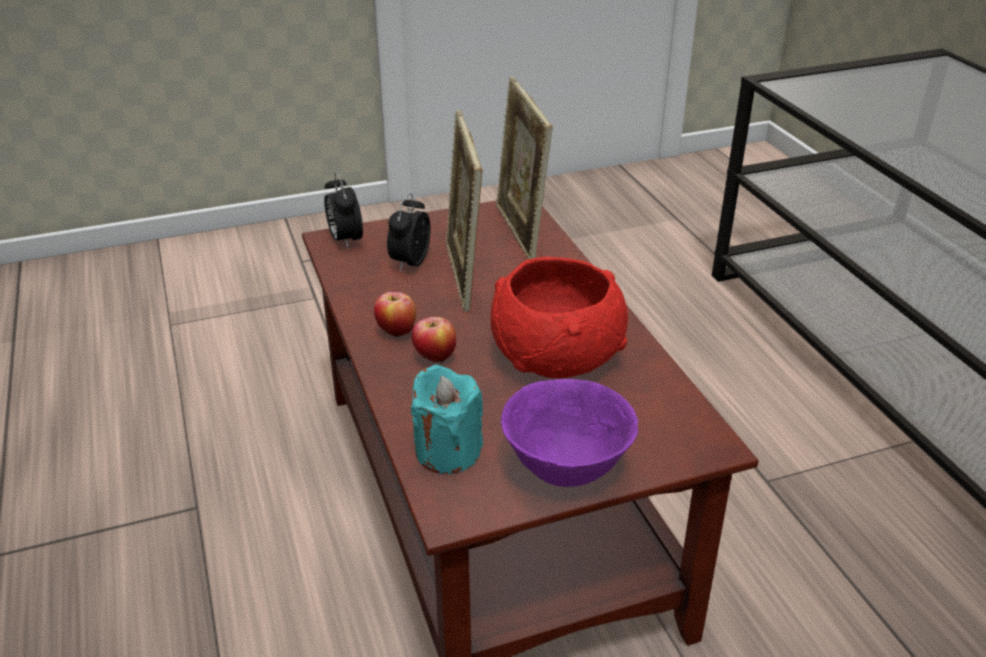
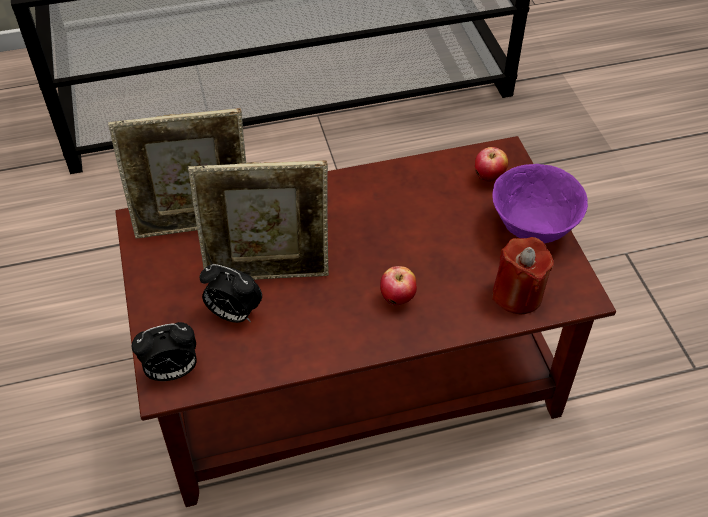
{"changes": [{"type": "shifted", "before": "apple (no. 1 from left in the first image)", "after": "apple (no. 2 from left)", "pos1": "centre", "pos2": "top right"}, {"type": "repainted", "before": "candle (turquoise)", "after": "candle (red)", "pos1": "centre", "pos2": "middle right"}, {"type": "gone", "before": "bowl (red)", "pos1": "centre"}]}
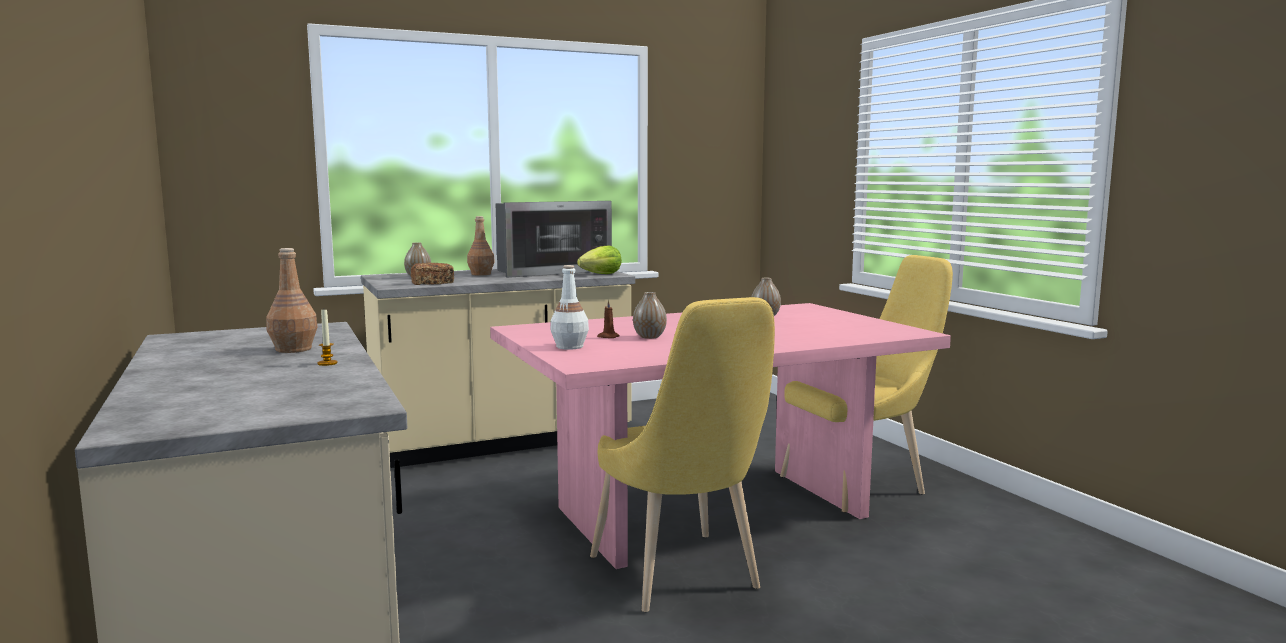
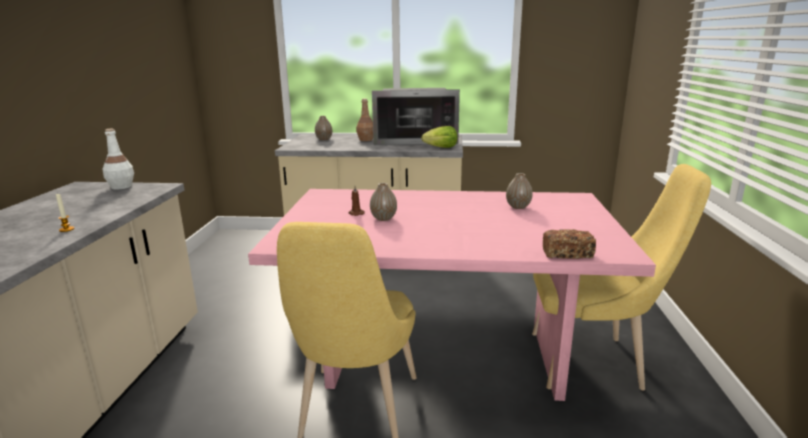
{"changes": [{"type": "gone", "before": "bottle (brown) (no. 1 from left)", "pos1": "middle left"}, {"type": "shifted", "before": "bread", "pos1": "centre", "pos2": "middle right"}, {"type": "shifted", "before": "bottle (white)", "pos1": "centre", "pos2": "middle left"}]}
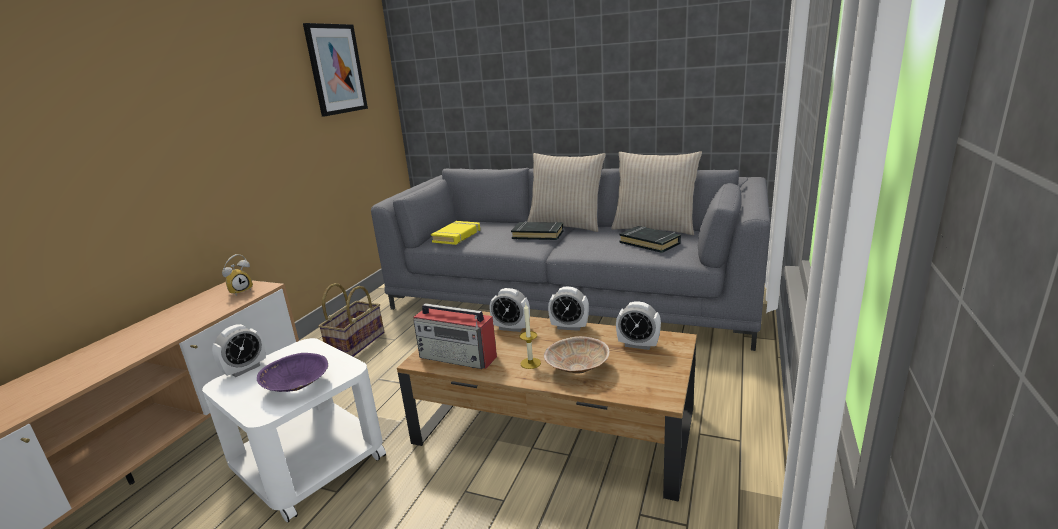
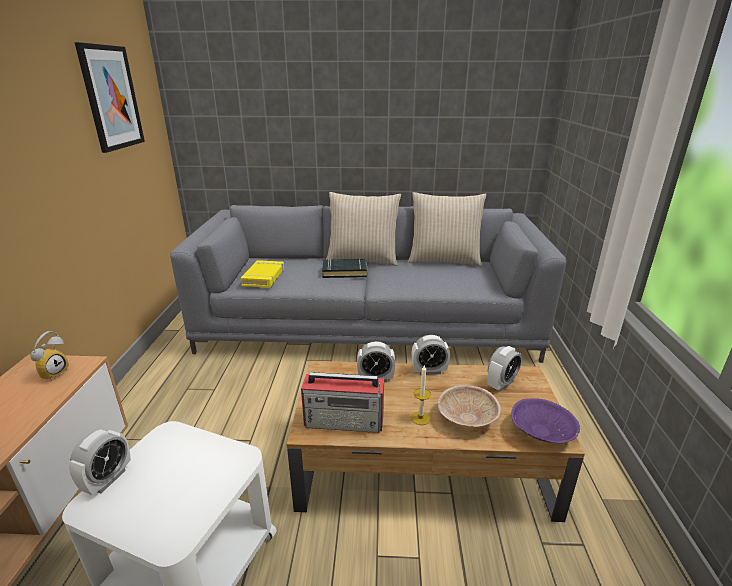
{"changes": [{"type": "shifted", "before": "bowl (purple)", "pos1": "bottom left", "pos2": "bottom right"}, {"type": "gone", "before": "basket", "pos1": "middle left"}, {"type": "rotated", "before": "alarm clock (no. 5 from left)", "pos1": "centre", "pos2": "middle right", "turn": -45}, {"type": "gone", "before": "book (black) (no. 2 from left)", "pos1": "centre"}]}
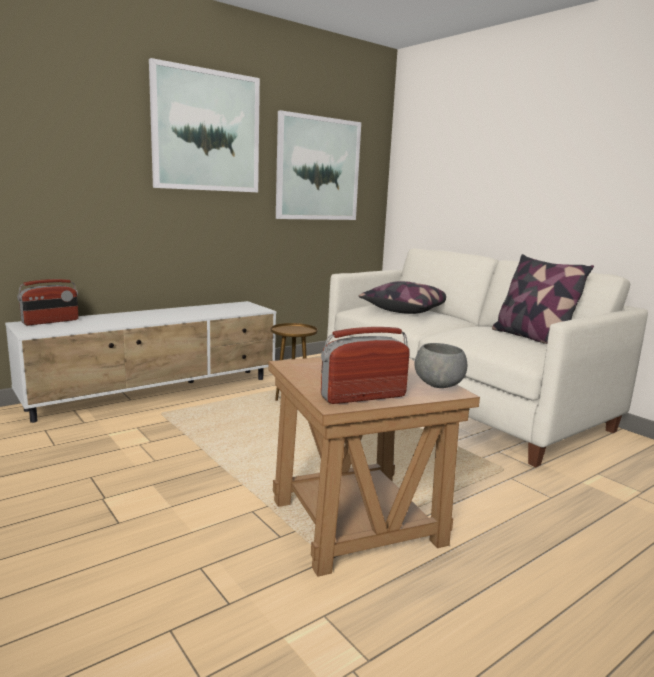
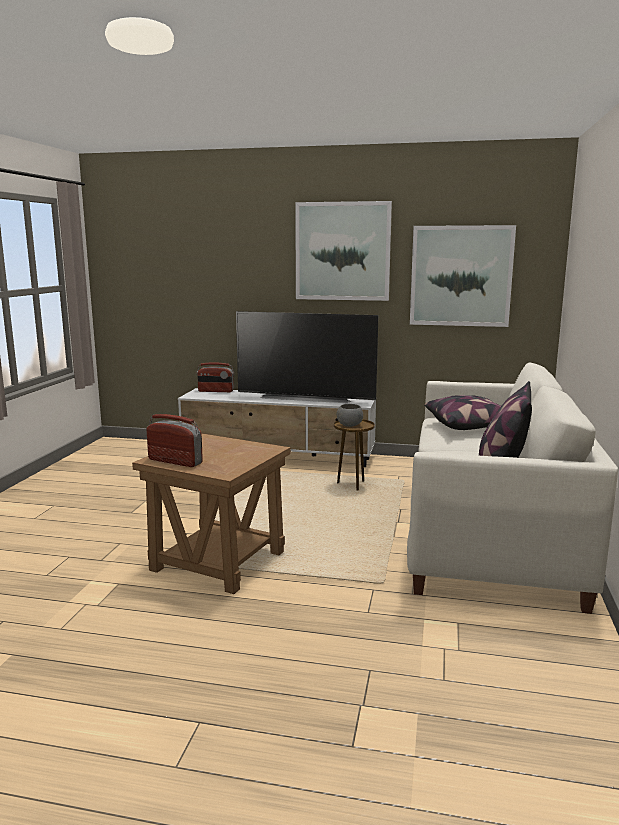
{"changes": [{"type": "shifted", "before": "bowl (grey)", "pos1": "middle right", "pos2": "centre"}, {"type": "new", "after": "television", "pos2": "centre"}]}
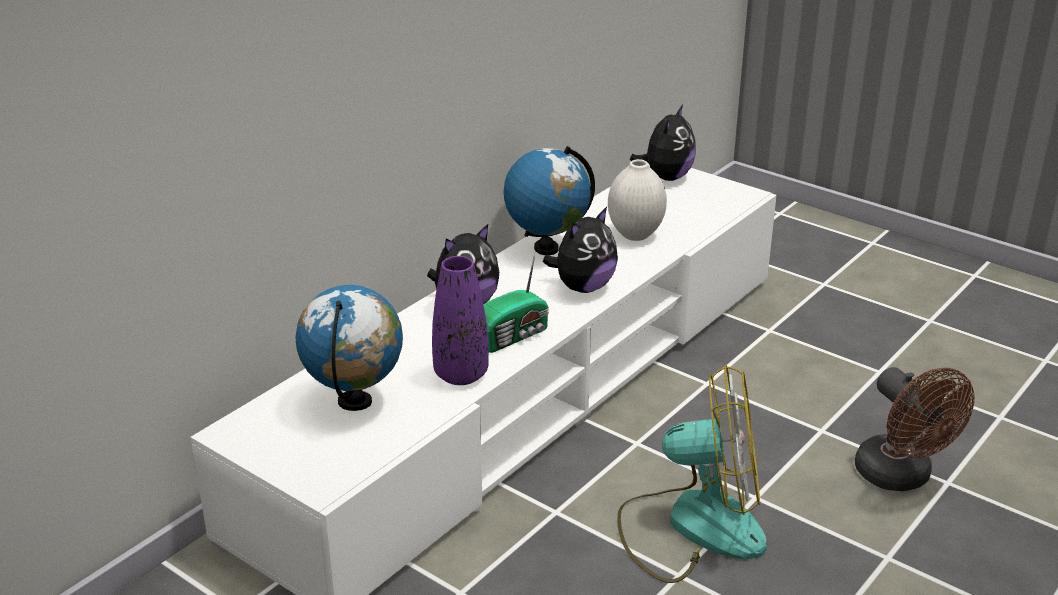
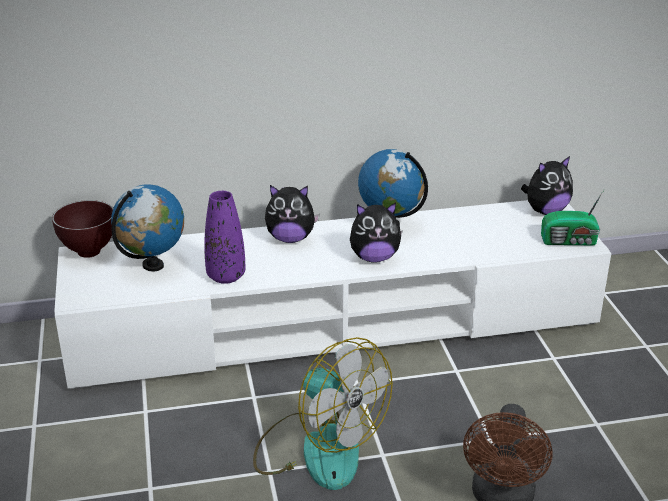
{"changes": [{"type": "shifted", "before": "radio", "pos1": "centre", "pos2": "middle right"}, {"type": "gone", "before": "vase (white)", "pos1": "centre"}, {"type": "new", "after": "bowl (brown)", "pos2": "middle left"}]}
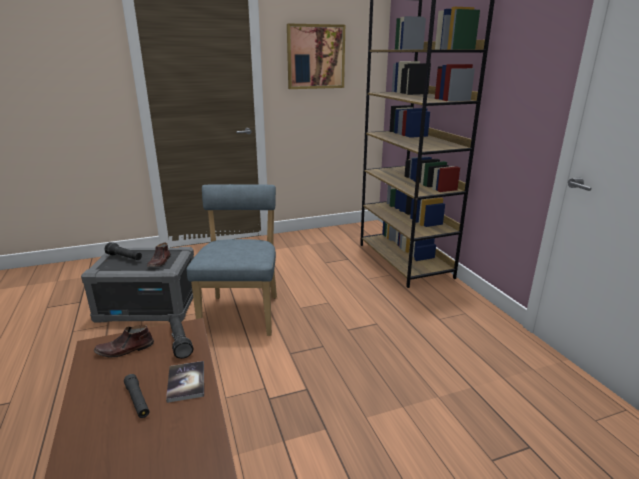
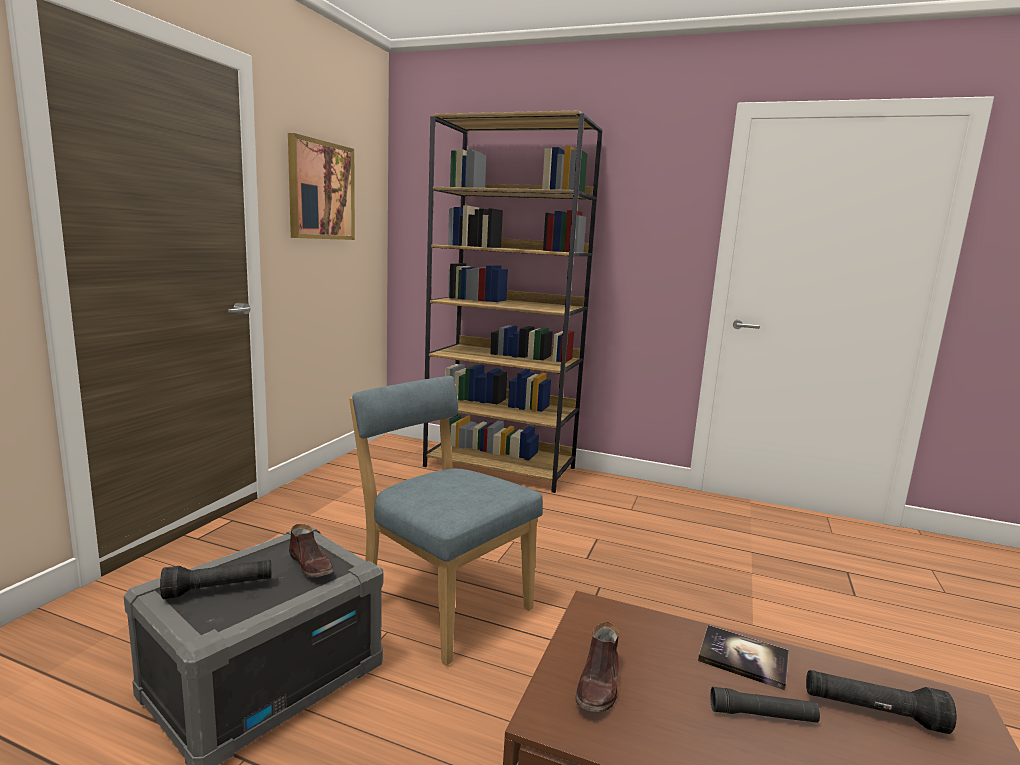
{"changes": [{"type": "shifted", "before": "flashlight (black) (no. 3 from left)", "pos1": "bottom left", "pos2": "bottom right"}]}
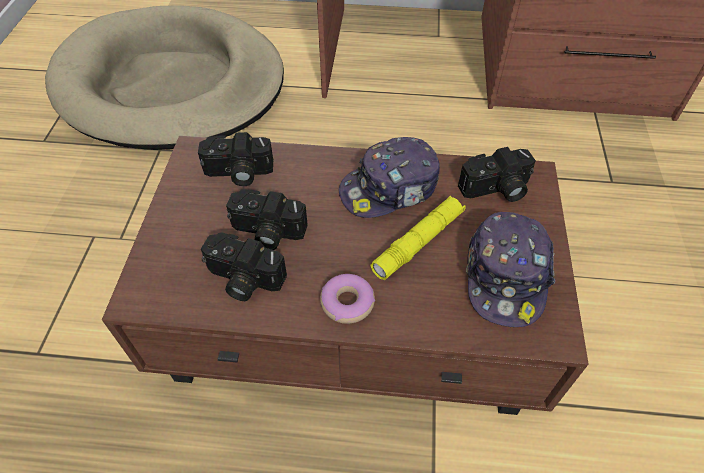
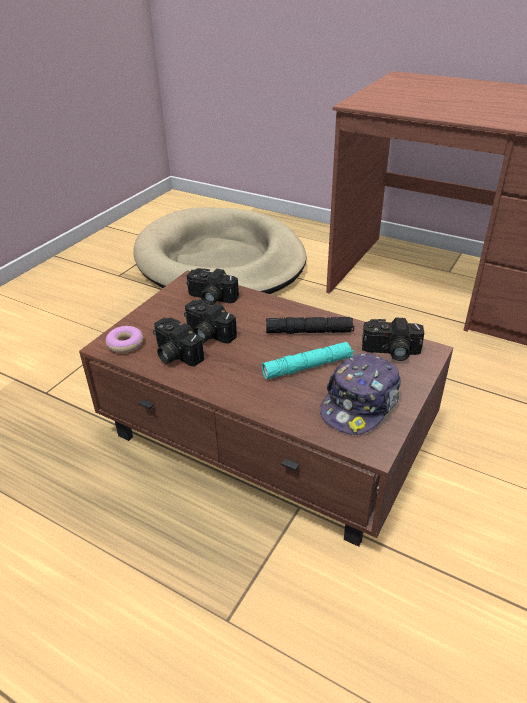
{"changes": [{"type": "shifted", "before": "donut", "pos1": "centre", "pos2": "middle left"}, {"type": "swapped", "before": "cap (no. 1 from left)", "after": "flashlight (black)", "pos1": "centre", "pos2": "centre"}, {"type": "repainted", "before": "flashlight (yellow)", "after": "flashlight (turquoise)", "pos1": "centre", "pos2": "centre"}]}
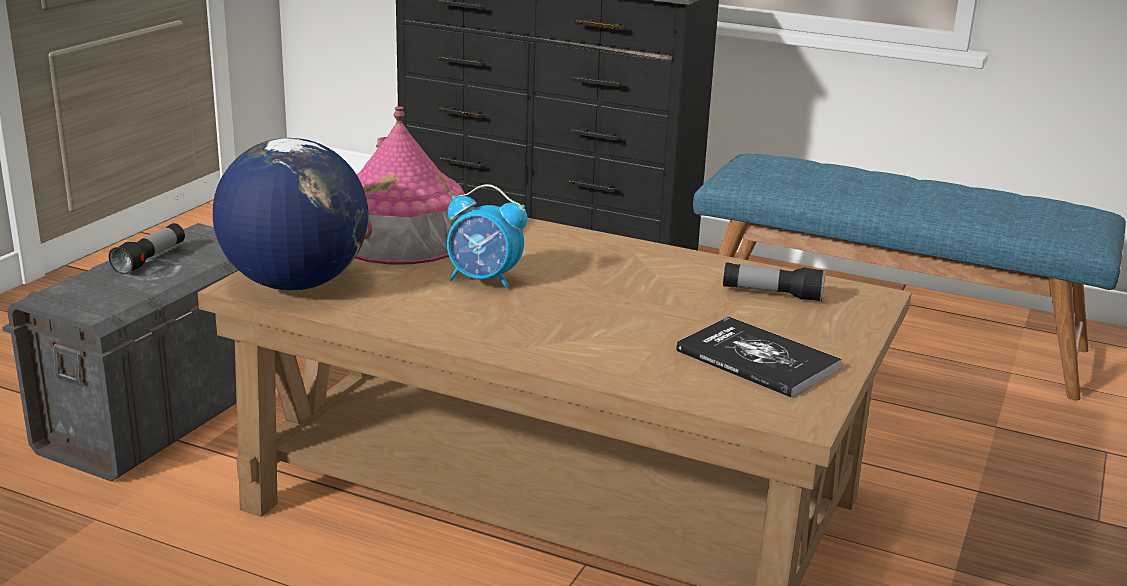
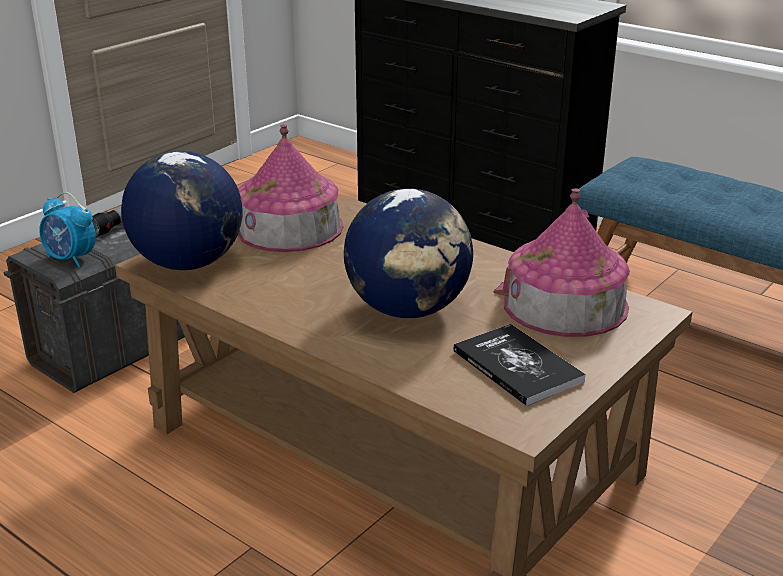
{"changes": [{"type": "shifted", "before": "alarm clock", "pos1": "centre", "pos2": "middle left"}, {"type": "swapped", "before": "flashlight (no. 2 from left)", "after": "toy house (no. 2 from left)", "pos1": "middle right", "pos2": "middle right"}, {"type": "new", "after": "globe (no. 2 from left)", "pos2": "centre"}]}
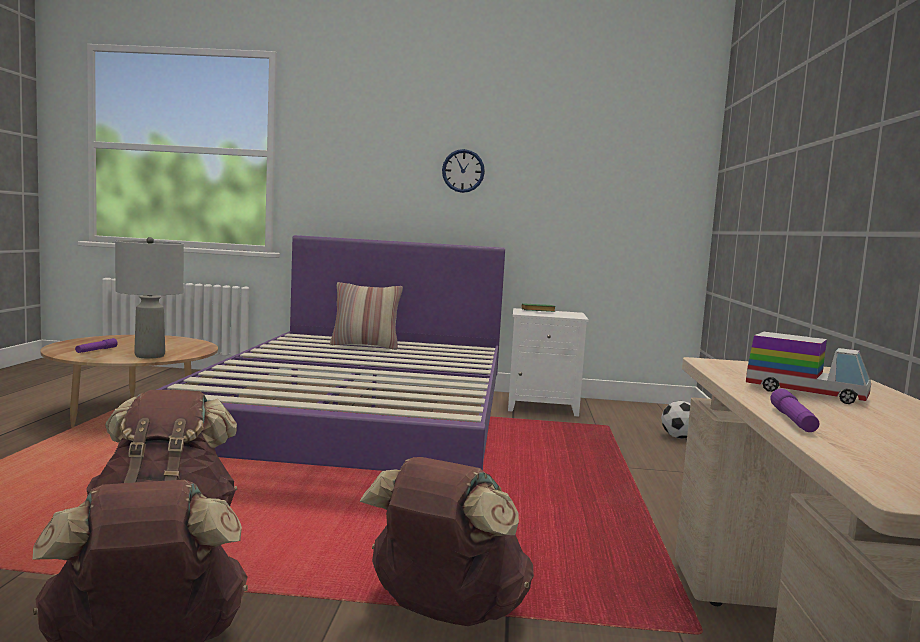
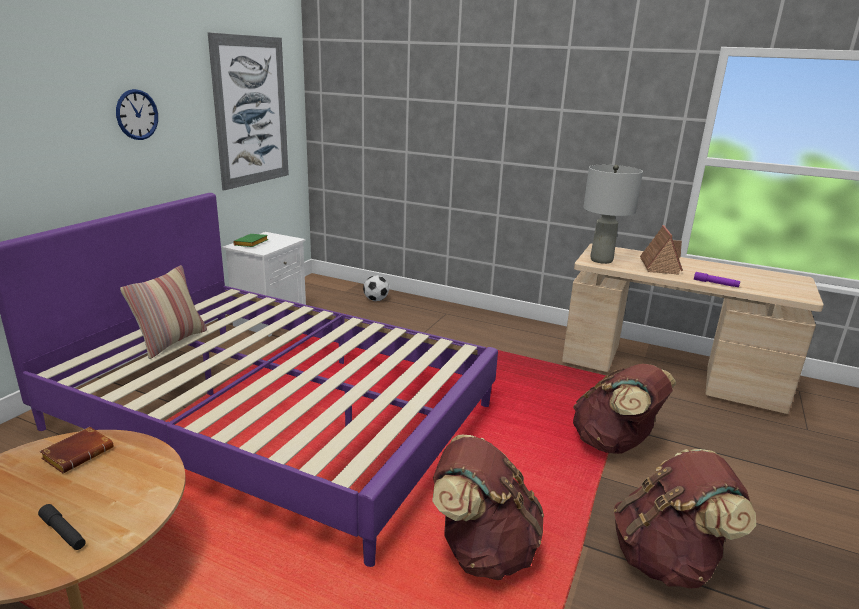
{"changes": [{"type": "repainted", "before": "flashlight (purple) (no. 1 from left)", "after": "flashlight (black)", "pos1": "middle left", "pos2": "bottom left"}, {"type": "shifted", "before": "table lamp (grey)", "pos1": "middle left", "pos2": "middle right"}, {"type": "swapped", "before": "toy truck", "after": "toy house", "pos1": "middle right", "pos2": "middle right"}, {"type": "new", "after": "book (brown)", "pos2": "bottom left"}, {"type": "new", "after": "picture", "pos2": "top left"}]}
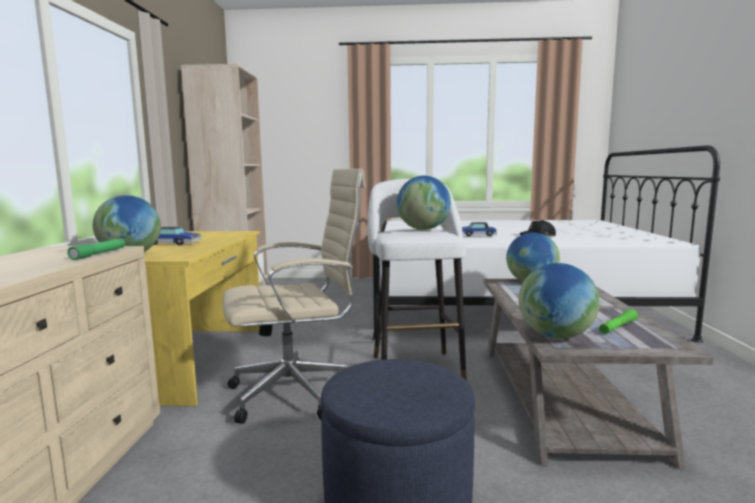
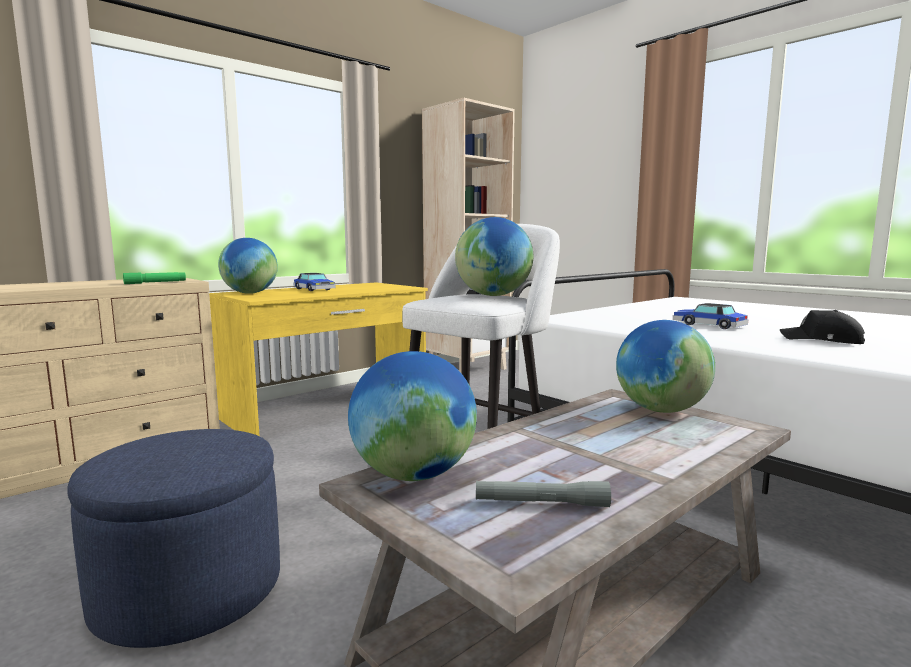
{"changes": [{"type": "gone", "before": "office chair (beige)", "pos1": "centre"}, {"type": "repainted", "before": "flashlight (green) (no. 2 from left)", "after": "flashlight (grey)", "pos1": "middle right", "pos2": "bottom centre"}]}
